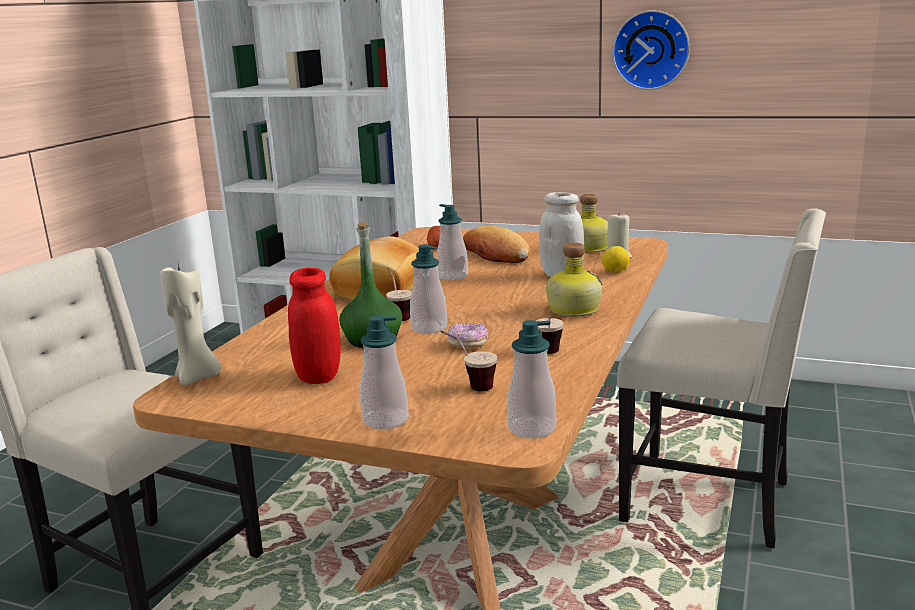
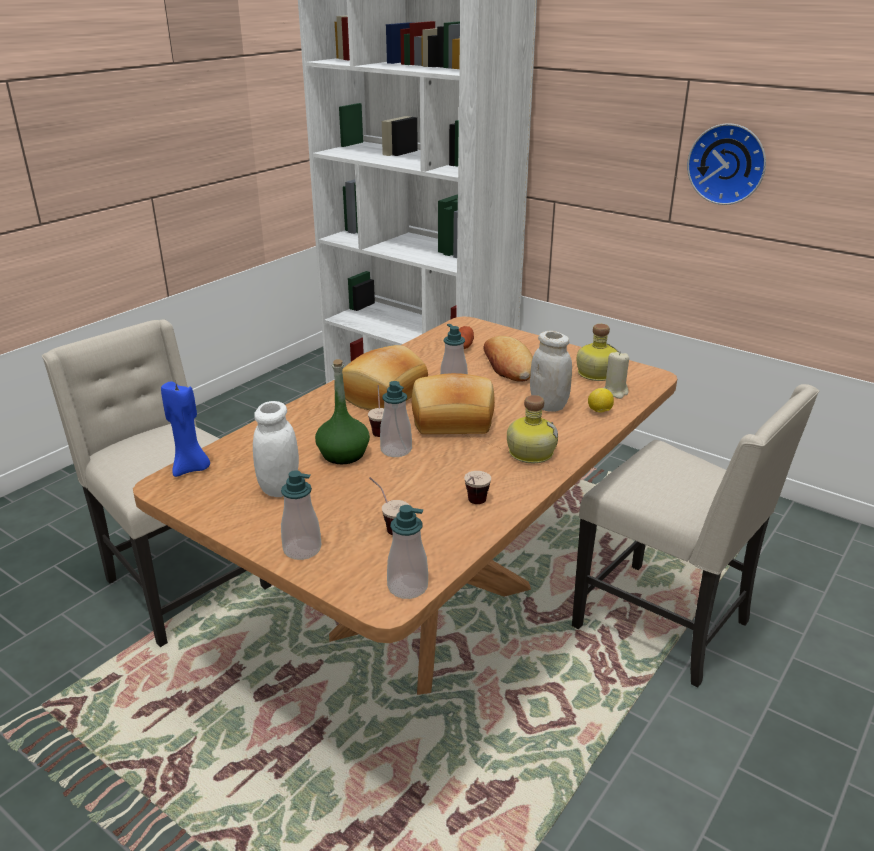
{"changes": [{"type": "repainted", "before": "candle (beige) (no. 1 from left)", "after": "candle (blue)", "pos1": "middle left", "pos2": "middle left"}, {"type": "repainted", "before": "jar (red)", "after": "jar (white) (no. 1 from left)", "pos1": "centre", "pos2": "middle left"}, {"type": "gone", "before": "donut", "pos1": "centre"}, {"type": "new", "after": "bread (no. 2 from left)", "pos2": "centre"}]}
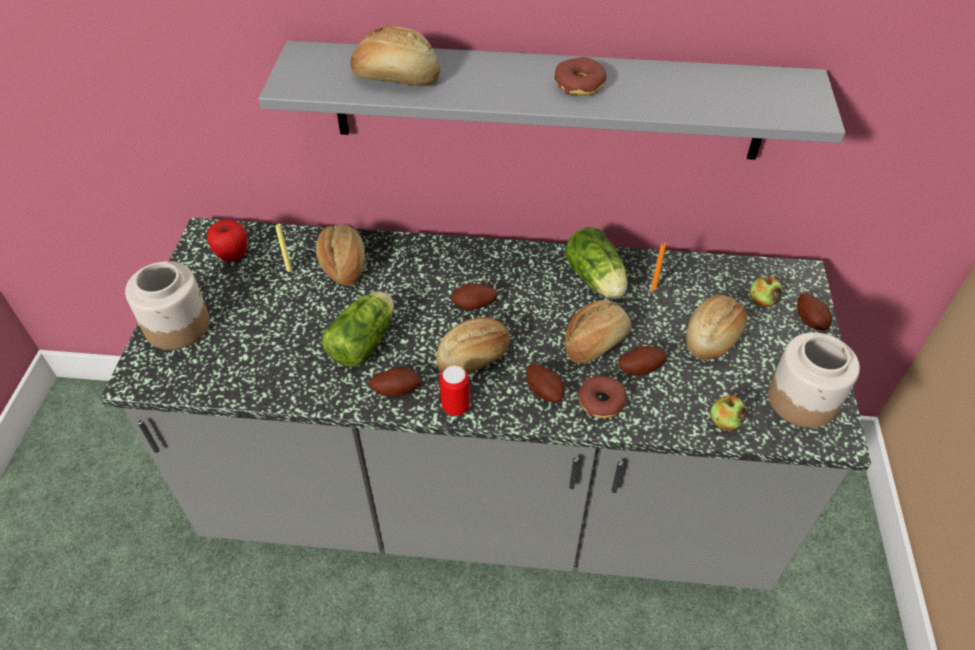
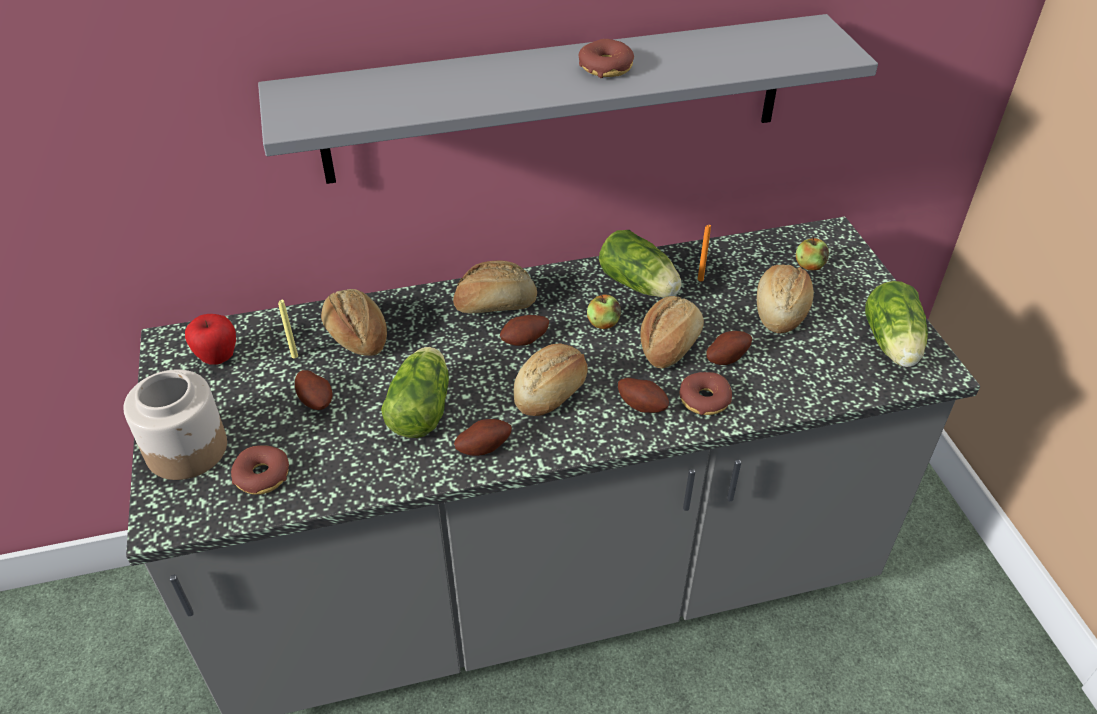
{"changes": [{"type": "shifted", "before": "bread (no. 2 from left)", "pos1": "top centre", "pos2": "centre"}, {"type": "gone", "before": "can", "pos1": "centre"}, {"type": "shifted", "before": "apple (no. 2 from left)", "pos1": "middle right", "pos2": "centre"}, {"type": "swapped", "before": "jar (no. 2 from left)", "after": "lettuce (no. 3 from left)", "pos1": "middle right", "pos2": "middle right"}, {"type": "shifted", "before": "potato (no. 5 from left in the first image)", "after": "potato (no. 1 from left)", "pos1": "middle right", "pos2": "middle left"}, {"type": "new", "after": "donut (no. 1 from left)", "pos2": "middle left"}]}
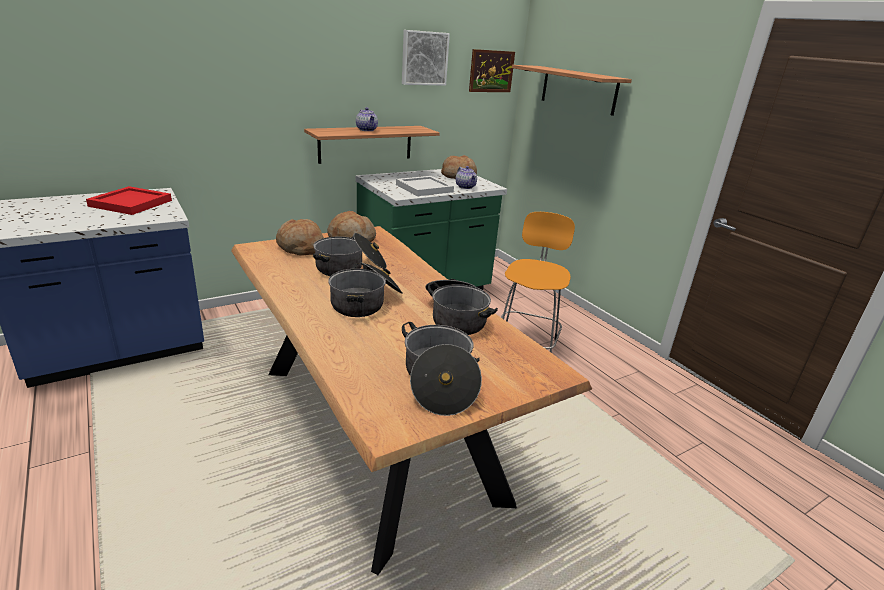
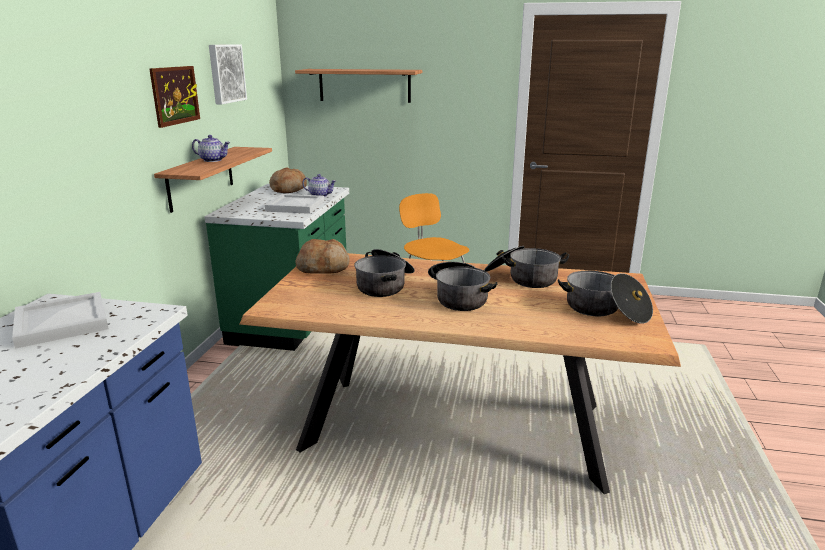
{"changes": [{"type": "repainted", "before": "tray (red)", "after": "tray (white) (no. 1 from left)", "pos1": "middle left", "pos2": "middle left"}, {"type": "gone", "before": "bread (no. 1 from left)", "pos1": "centre"}, {"type": "shifted", "before": "picture (no. 2 from left in the first image)", "after": "picture (no. 1 from left)", "pos1": "top centre", "pos2": "top left"}]}
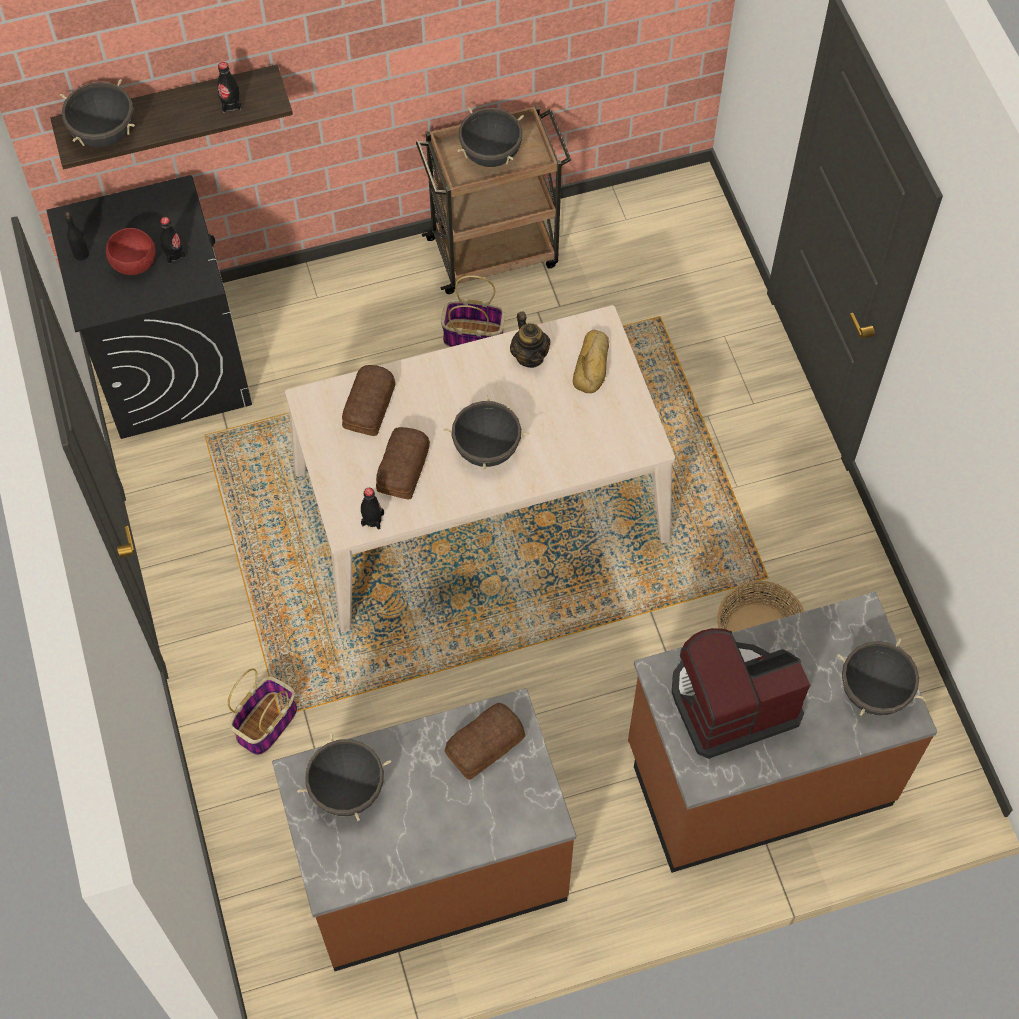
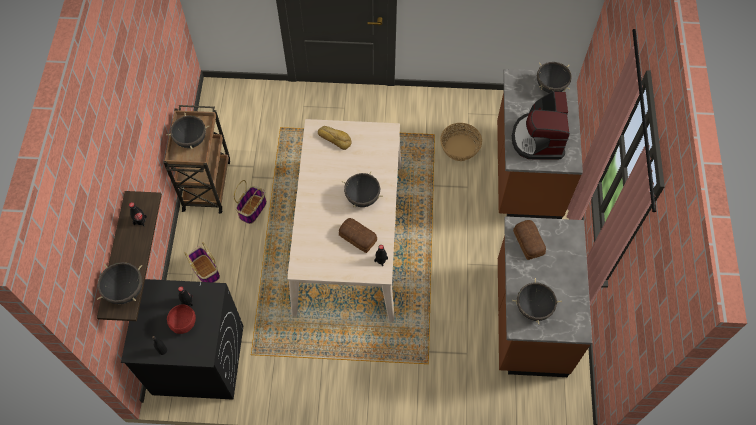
{"changes": [{"type": "shifted", "before": "basket (no. 1 from left)", "pos1": "bottom left", "pos2": "middle left"}, {"type": "gone", "before": "bread (no. 1 from left)", "pos1": "centre"}, {"type": "gone", "before": "teapot", "pos1": "centre"}]}
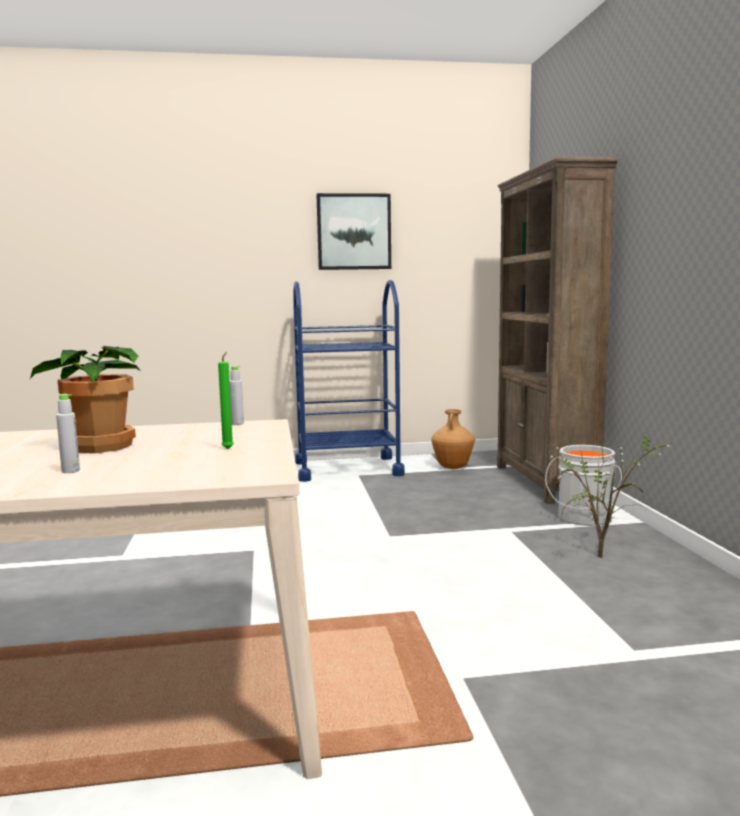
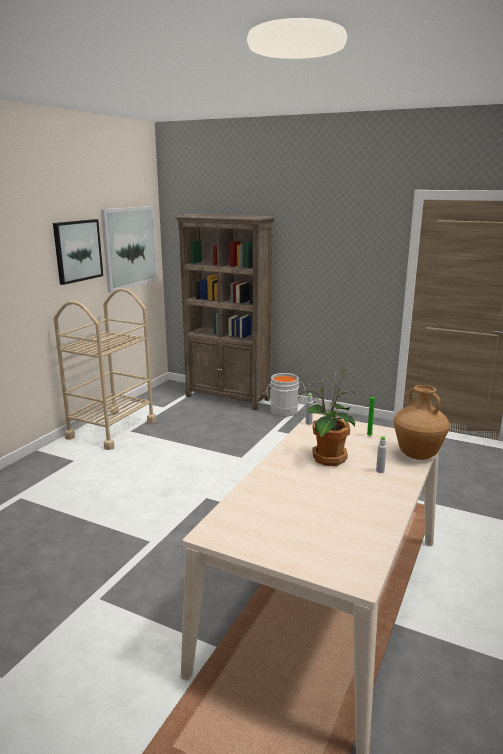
{"changes": [{"type": "repainted", "before": "cart (blue)", "after": "cart (beige)", "pos1": "centre", "pos2": "middle left"}, {"type": "shifted", "before": "vase (brown)", "pos1": "centre", "pos2": "middle right"}, {"type": "new", "after": "picture (no. 2 from left)", "pos2": "top left"}]}
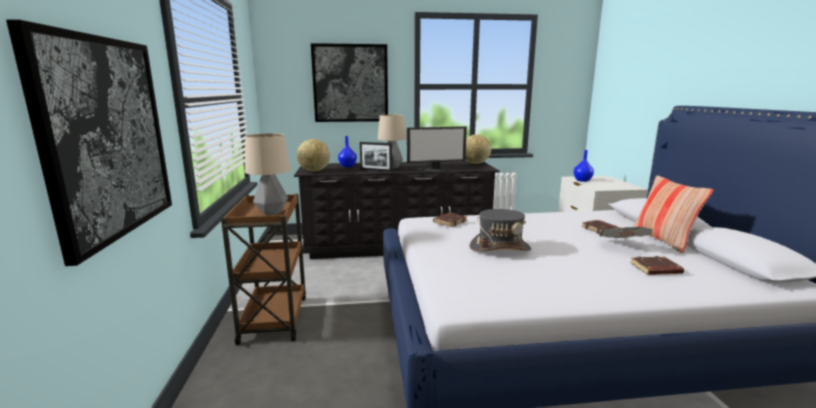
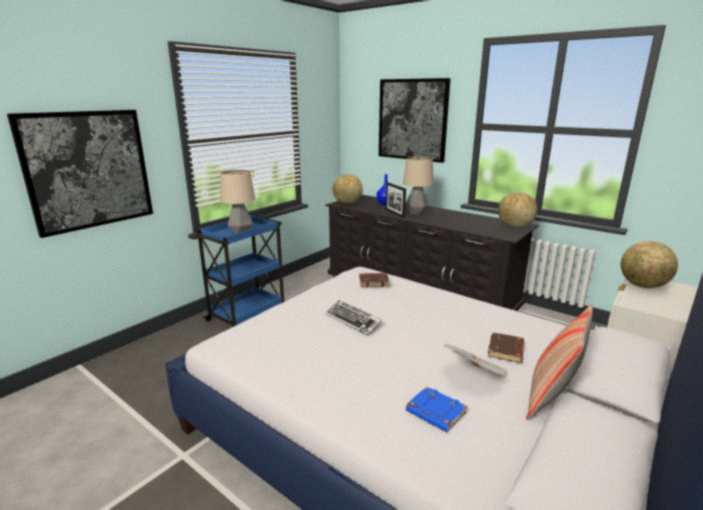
{"changes": [{"type": "repainted", "before": "cart (brown)", "after": "cart (blue)", "pos1": "middle left", "pos2": "centre"}, {"type": "gone", "before": "monitor", "pos1": "centre"}, {"type": "swapped", "before": "hat (grey)", "after": "keyboard", "pos1": "centre", "pos2": "centre"}, {"type": "swapped", "before": "vase (blue) (no. 2 from left)", "after": "globe (no. 3 from left)", "pos1": "middle right", "pos2": "middle right"}, {"type": "repainted", "before": "book (brown) (no. 3 from left)", "after": "book (blue)", "pos1": "middle right", "pos2": "bottom centre"}]}
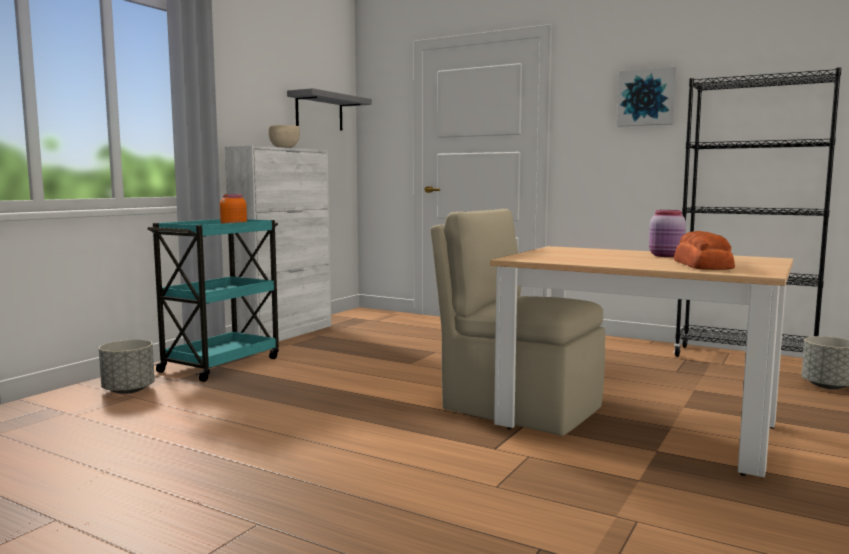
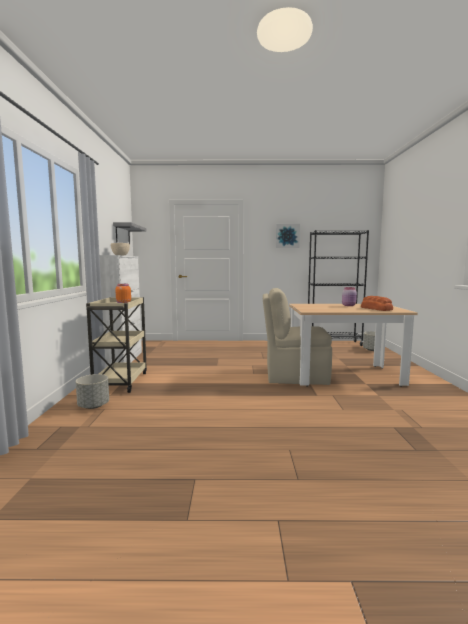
{"changes": [{"type": "repainted", "before": "cart (turquoise)", "after": "cart (beige)", "pos1": "middle left", "pos2": "middle left"}]}
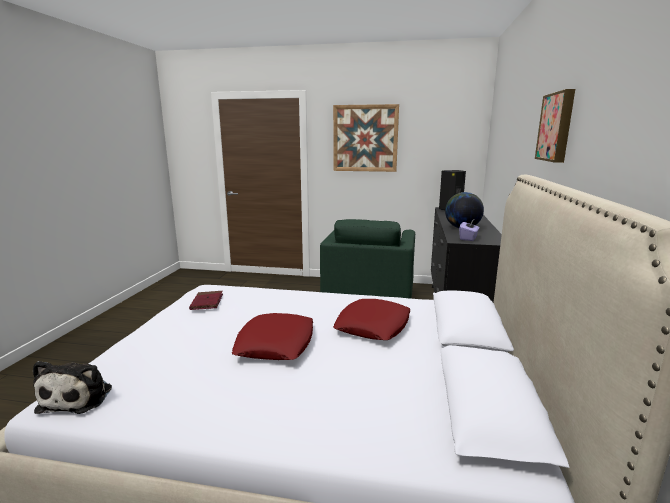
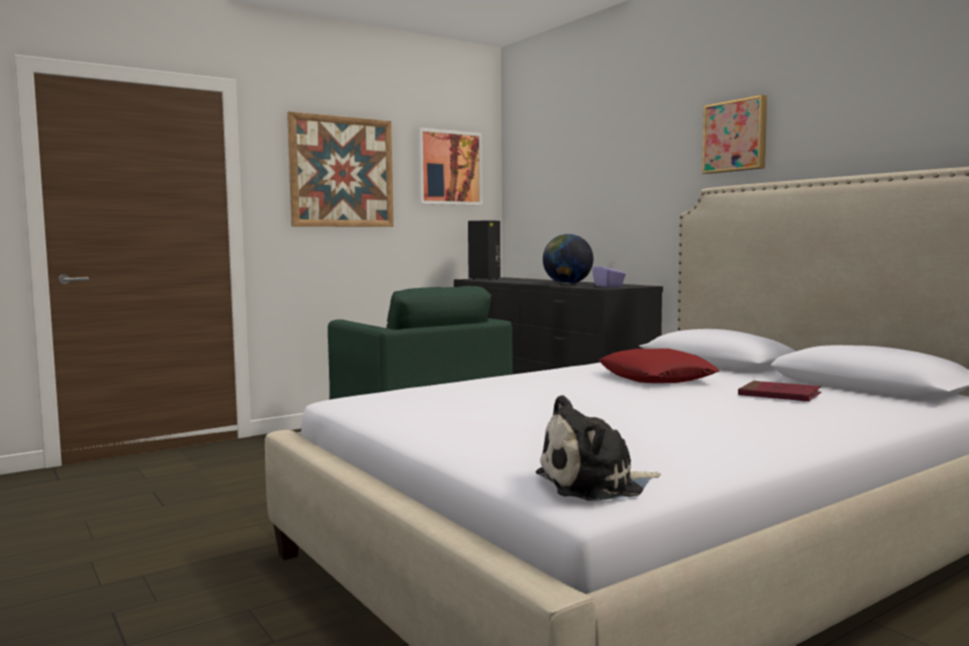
{"changes": [{"type": "rotated", "before": "plush toy", "pos1": "bottom left", "pos2": "bottom centre", "turn": 120}, {"type": "shifted", "before": "book (red)", "pos1": "middle left", "pos2": "middle right"}, {"type": "gone", "before": "pillow (red) (no. 1 from left)", "pos1": "bottom centre"}, {"type": "new", "after": "picture (no. 2 from left)", "pos2": "top centre"}]}
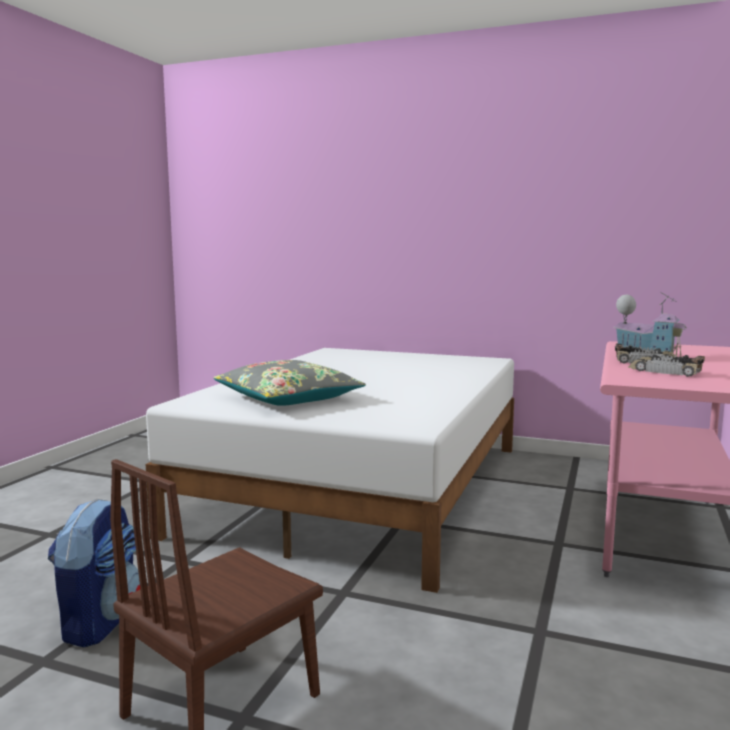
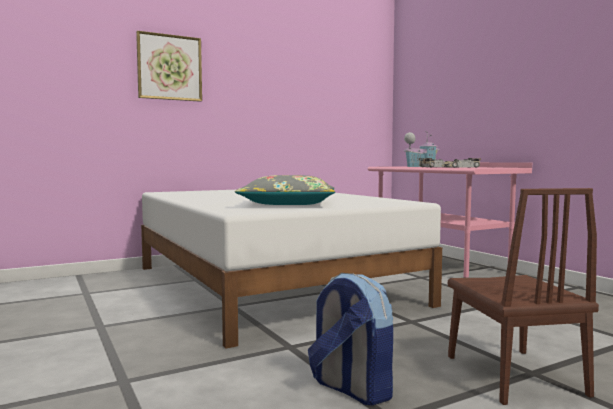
{"changes": [{"type": "new", "after": "picture", "pos2": "top left"}]}
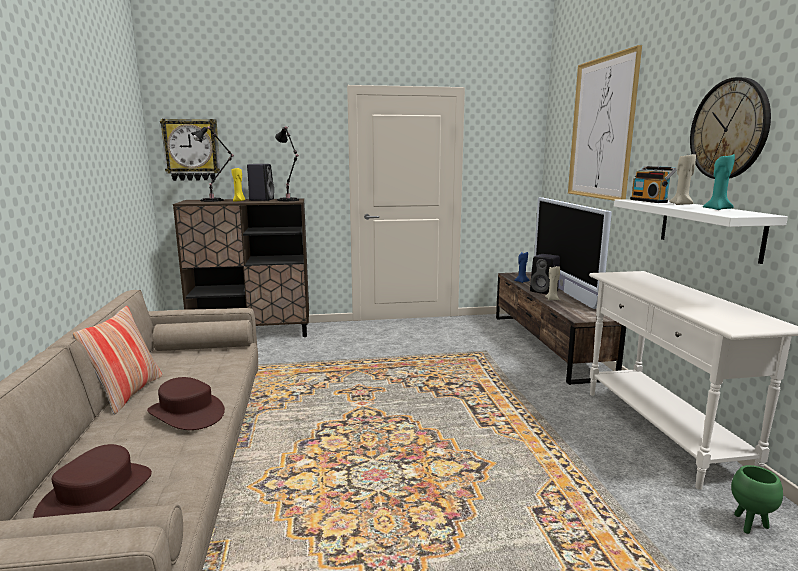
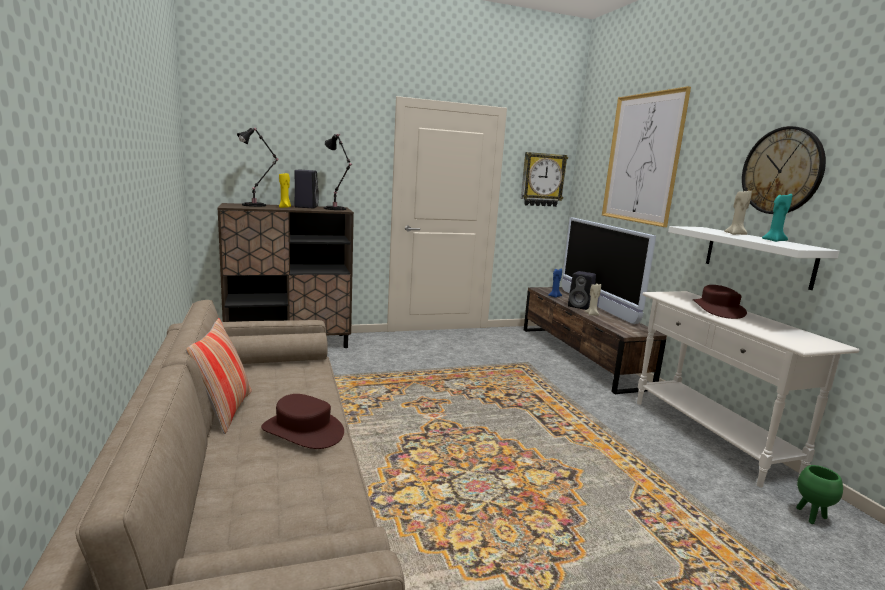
{"changes": [{"type": "shifted", "before": "hat (brown) (no. 1 from left in the first image)", "after": "hat (brown) (no. 2 from left)", "pos1": "bottom left", "pos2": "middle right"}, {"type": "shifted", "before": "wall clock (no. 1 from left)", "pos1": "top left", "pos2": "top centre"}, {"type": "gone", "before": "radio", "pos1": "top right"}]}
